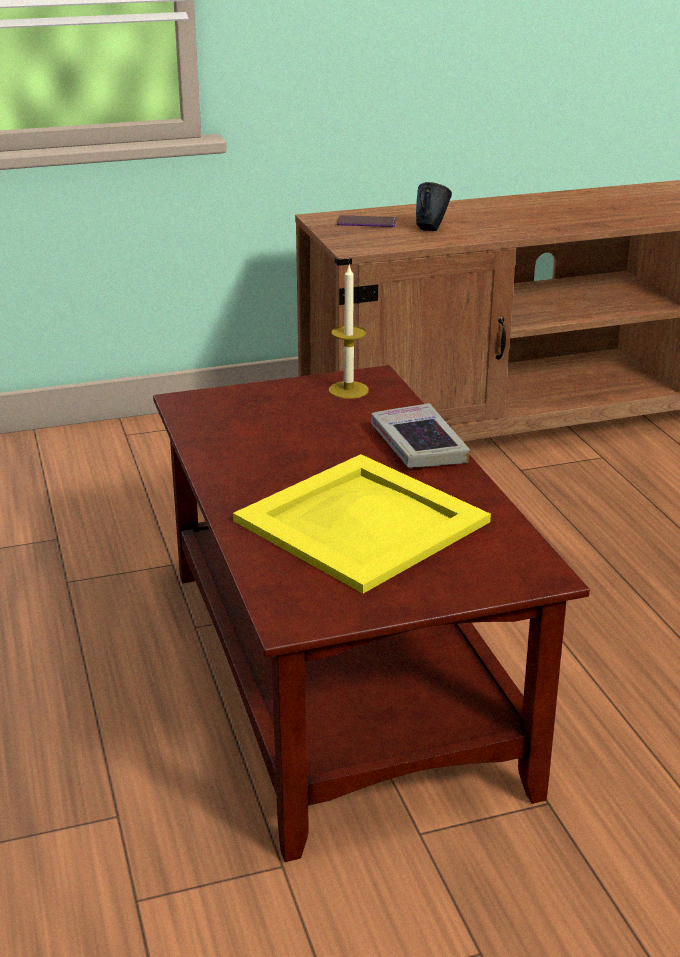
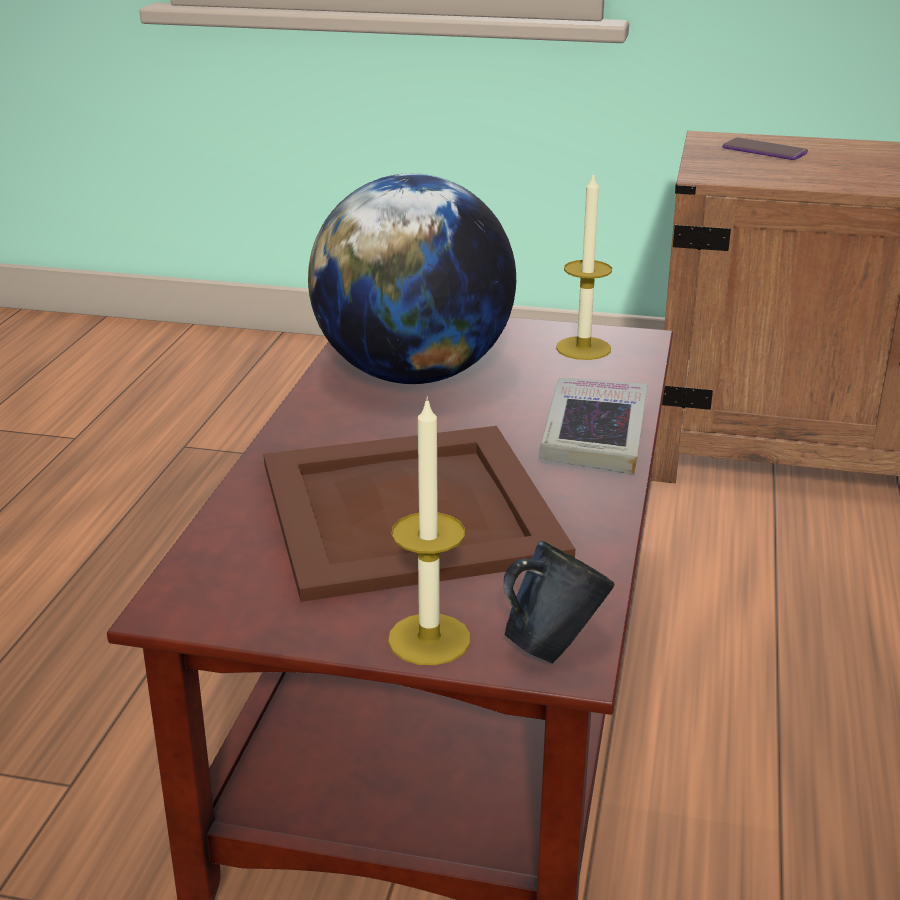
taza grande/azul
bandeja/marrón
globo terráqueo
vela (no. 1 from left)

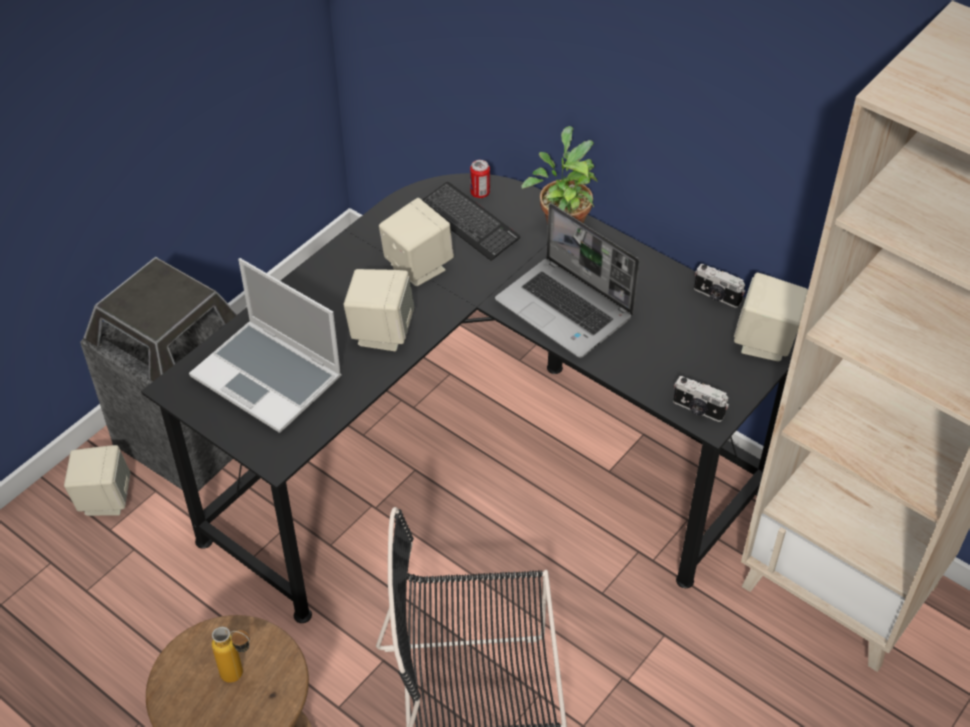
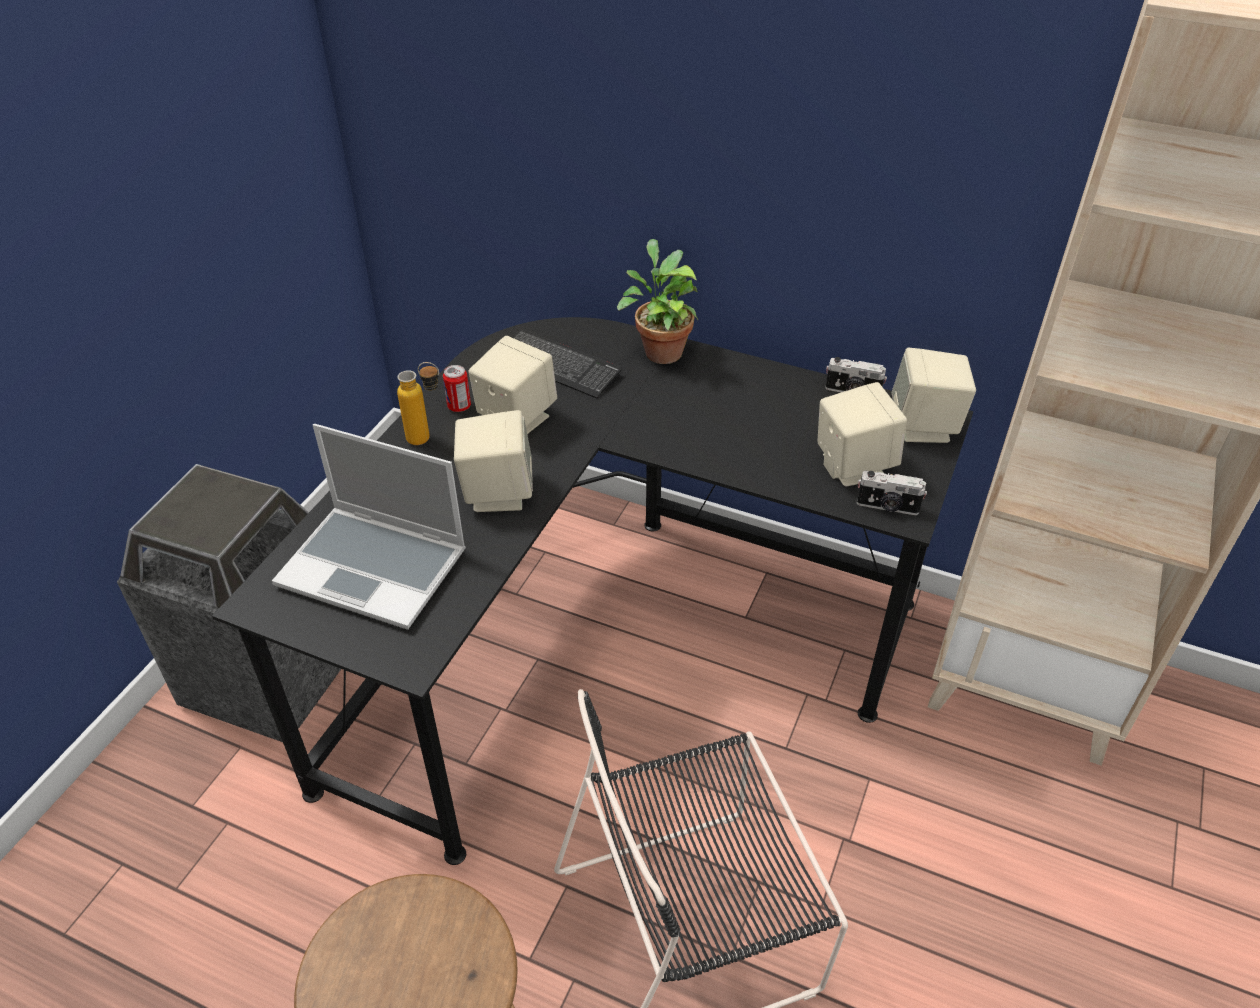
lata
portátil (no. 2 from left in the first image)
altavoz/beis (no. 3 from left)
botella

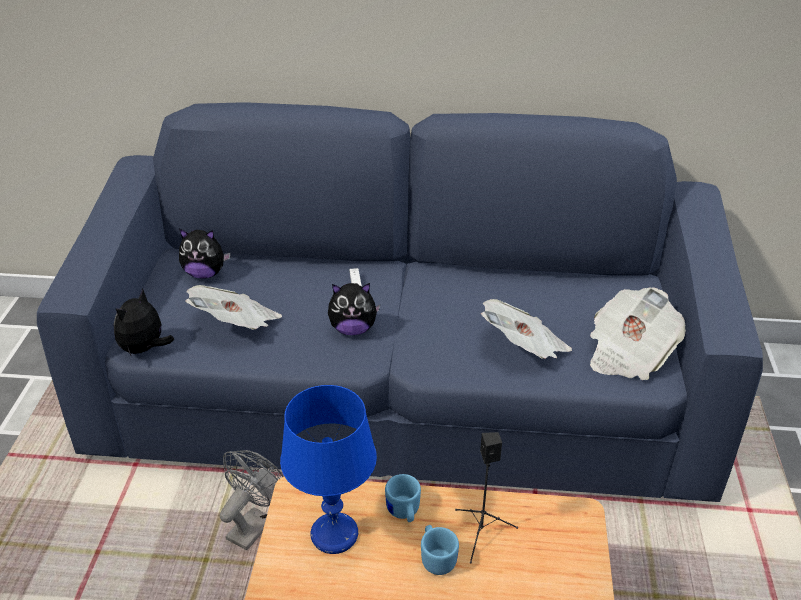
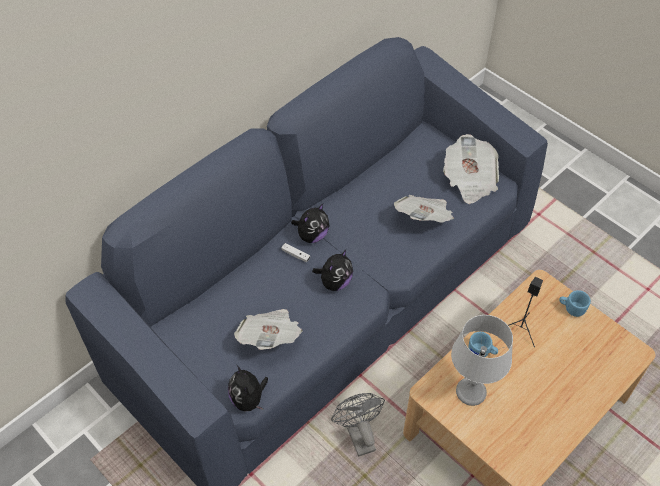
peluche (no. 2 from left)
lámpara de mesa/gris
taza grande/azul (no. 2 from left)

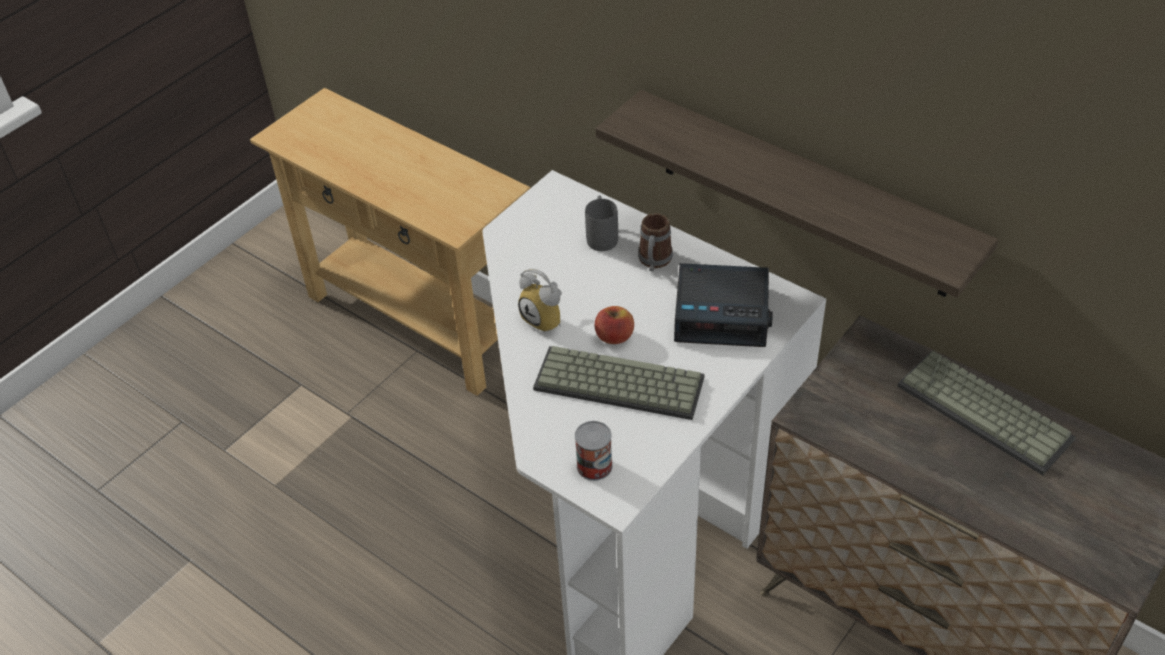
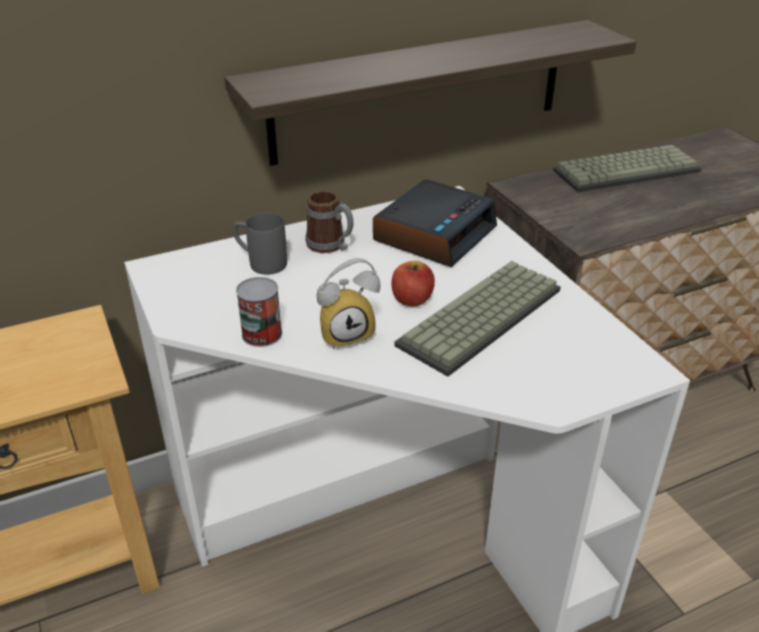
lata

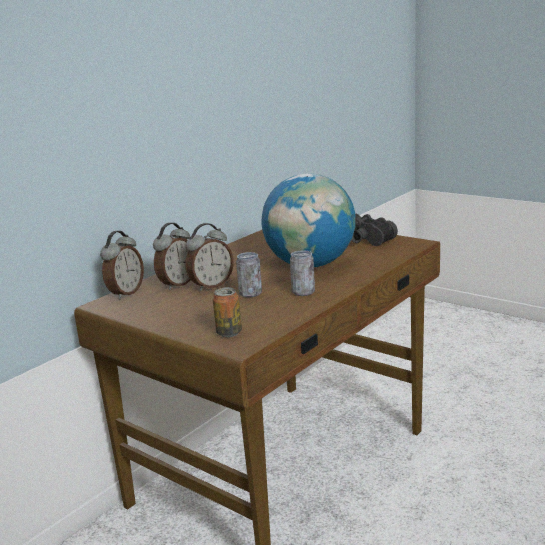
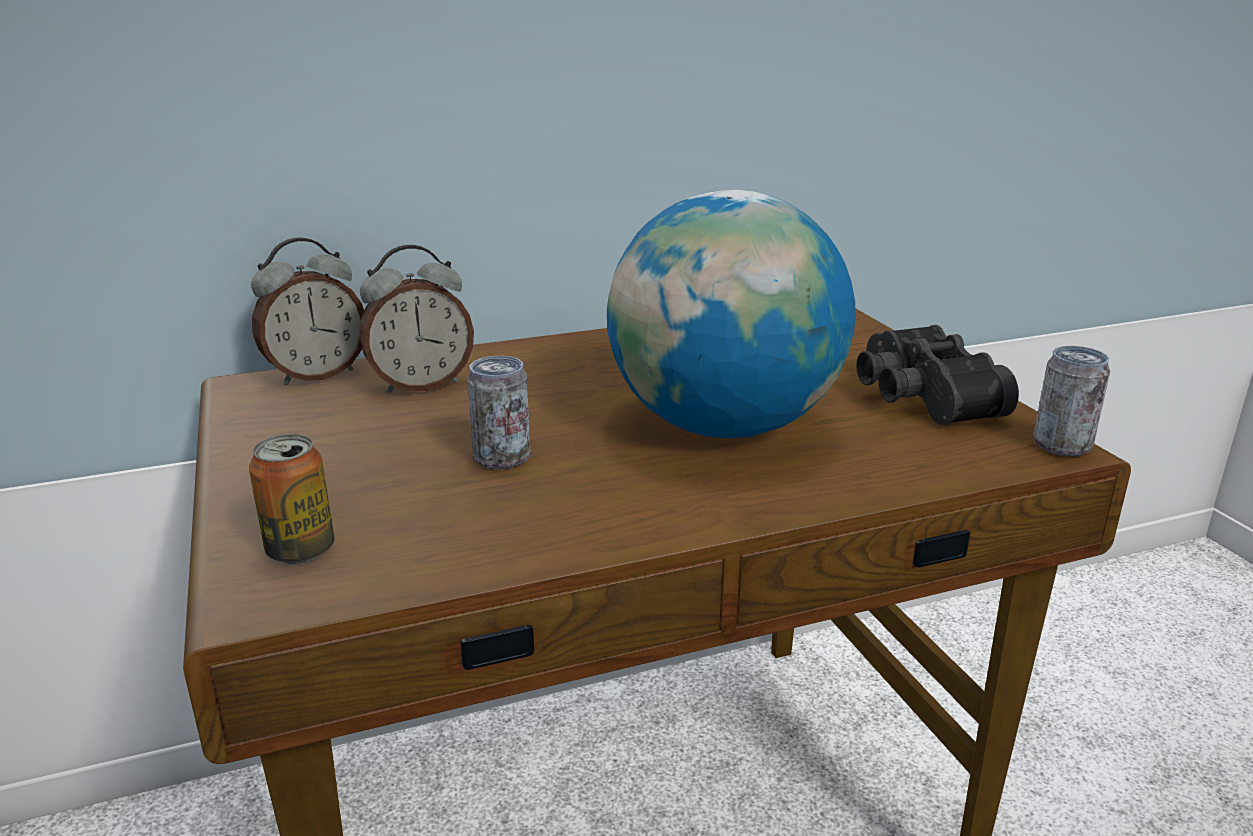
despertador (no. 3 from left in the first image)
lata (no. 3 from left)

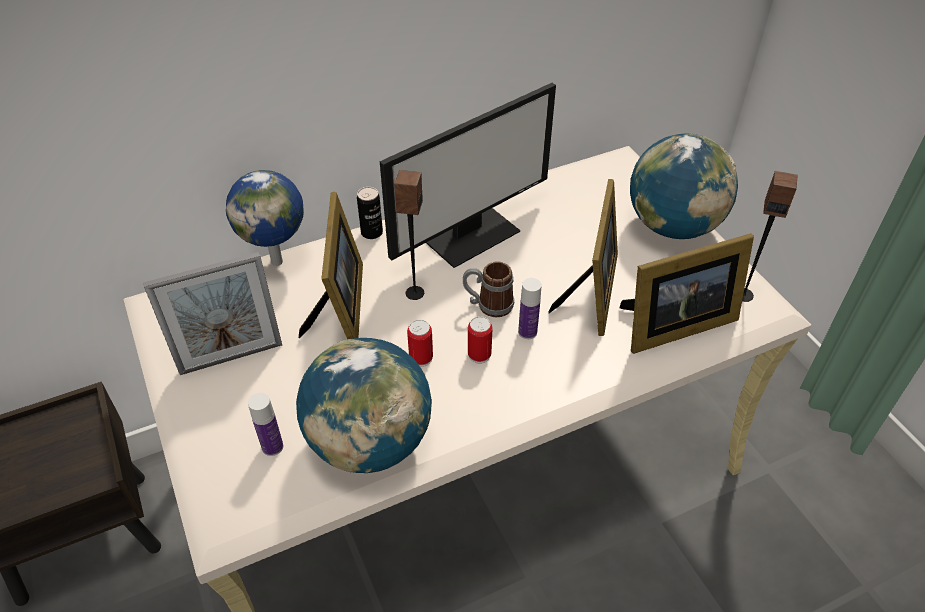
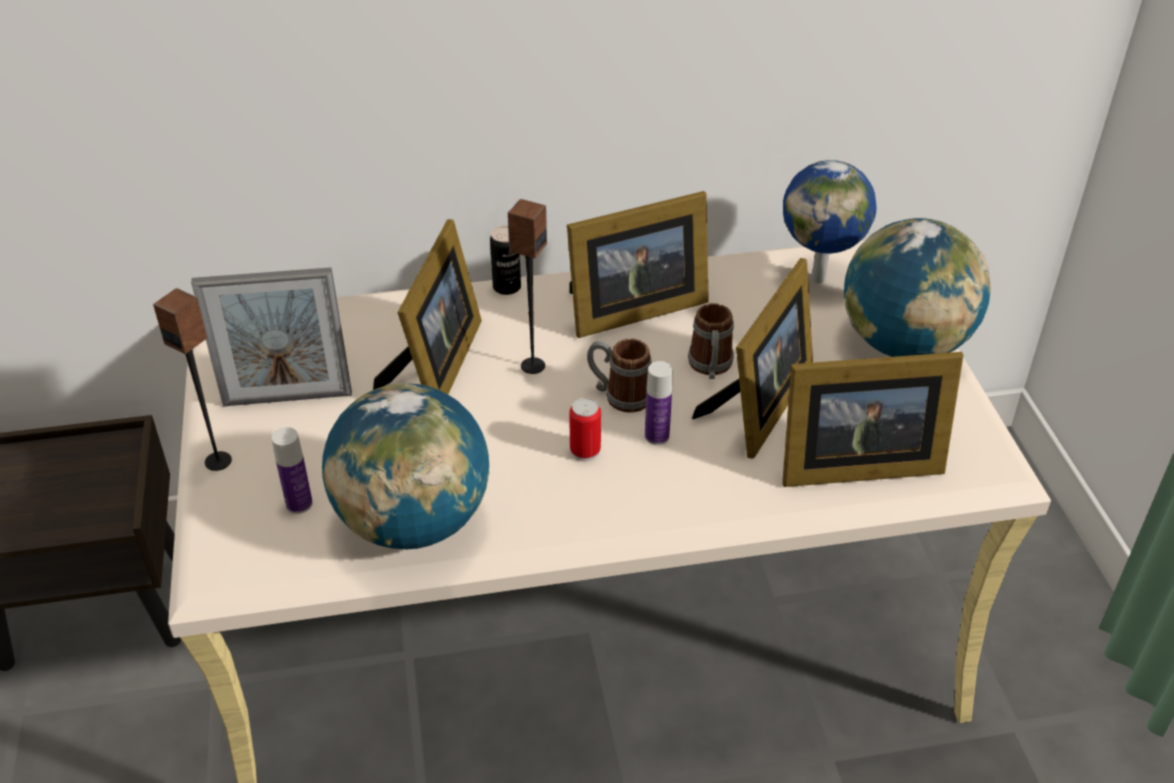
portarretratos (no. 3 from left)
globo terráqueo (no. 2 from left)
altavoz (no. 1 from left)
lata (no. 2 from left in the first image)
taza grande (no. 2 from left)

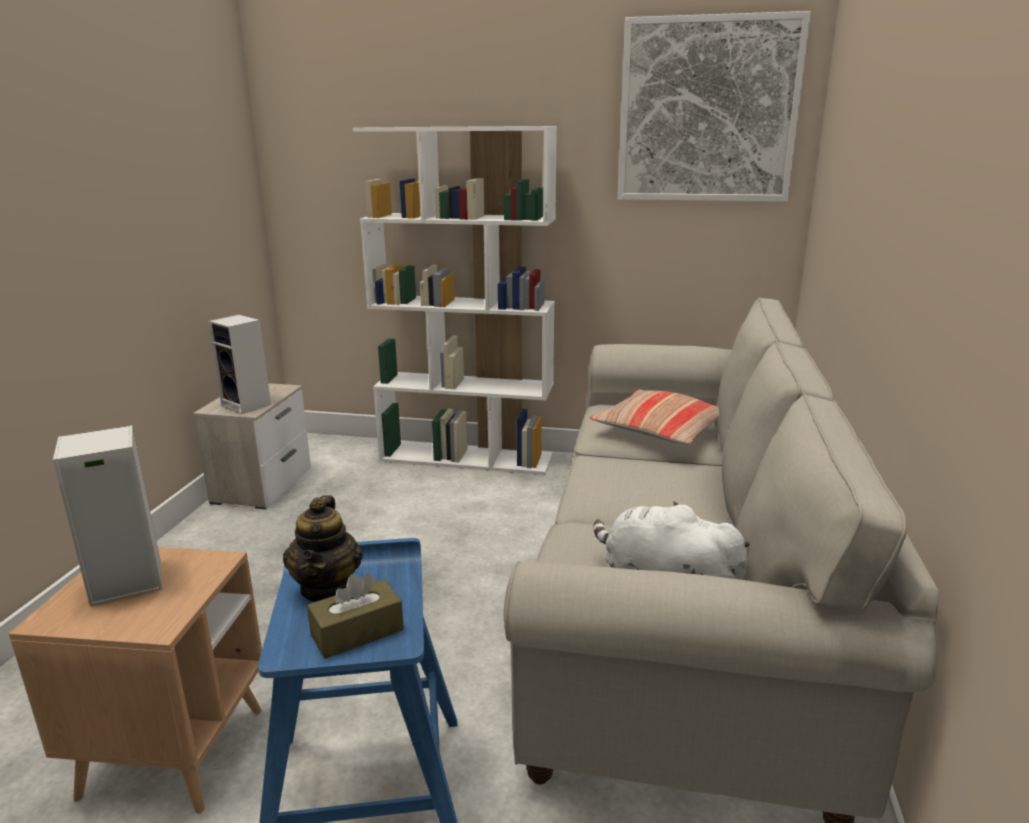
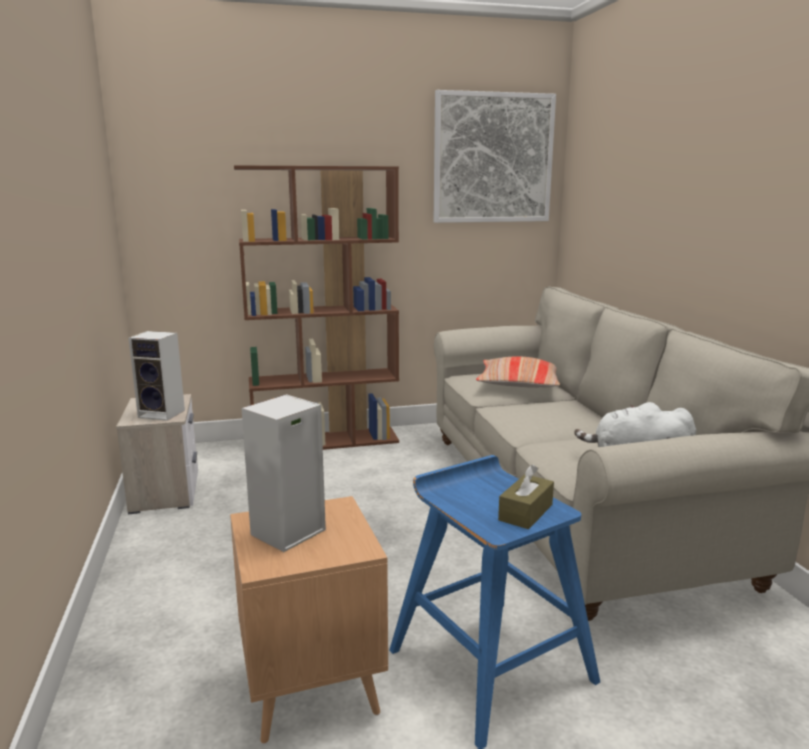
estantería/marrón
tetera

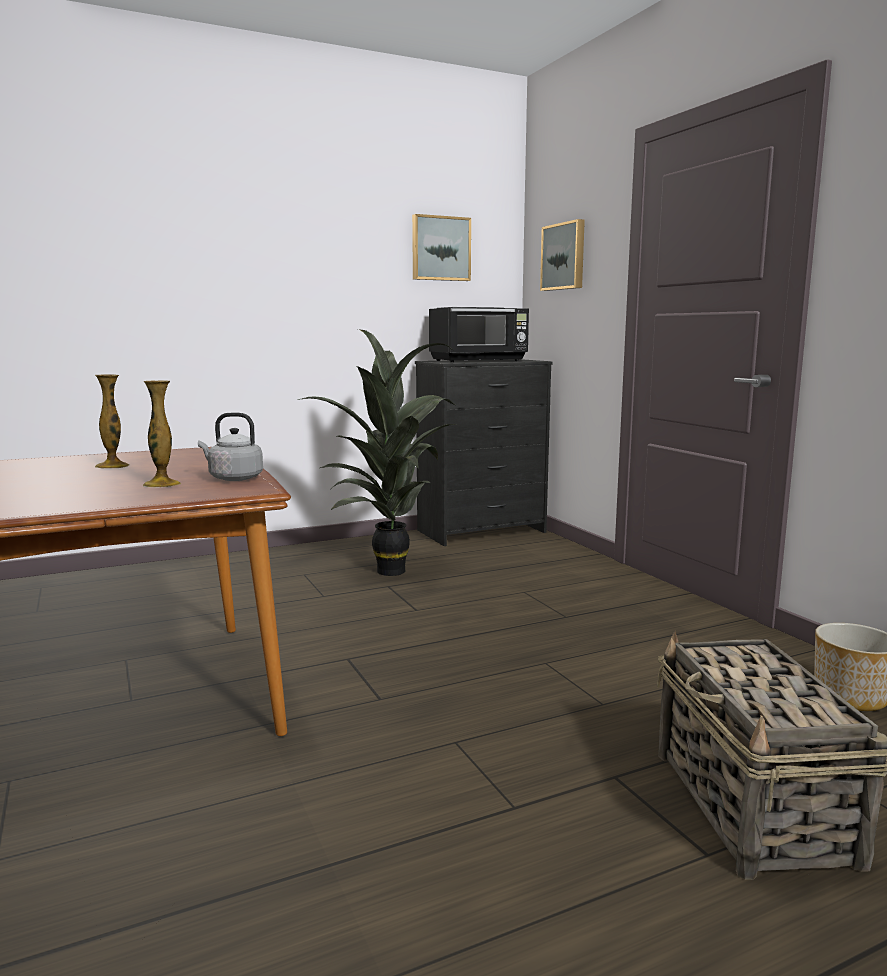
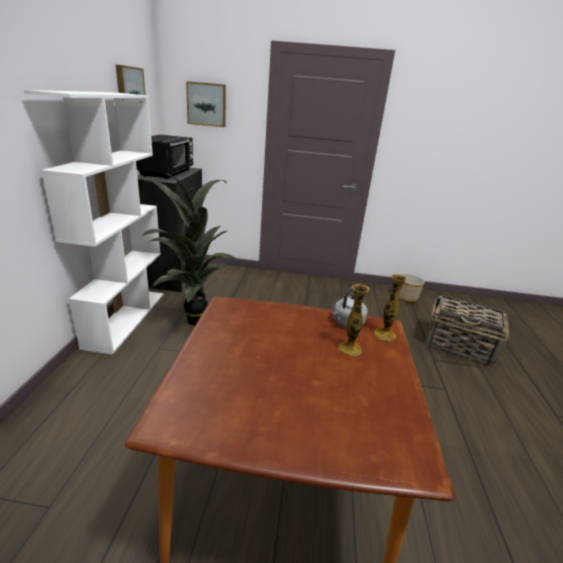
florero (no. 2 from left)
estantería/blanco

